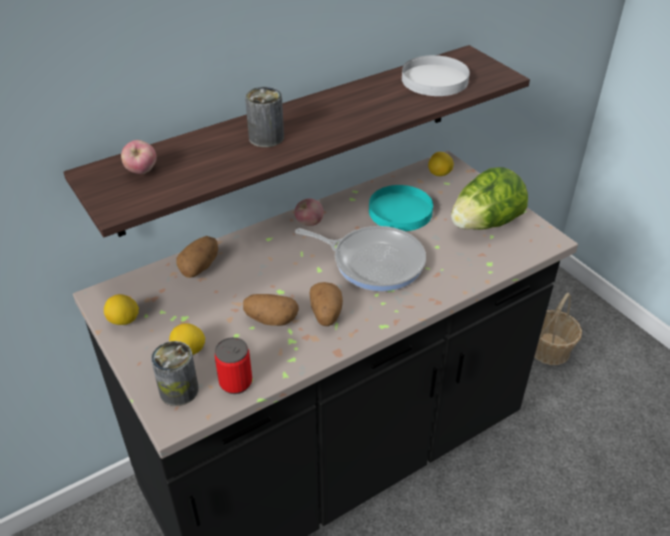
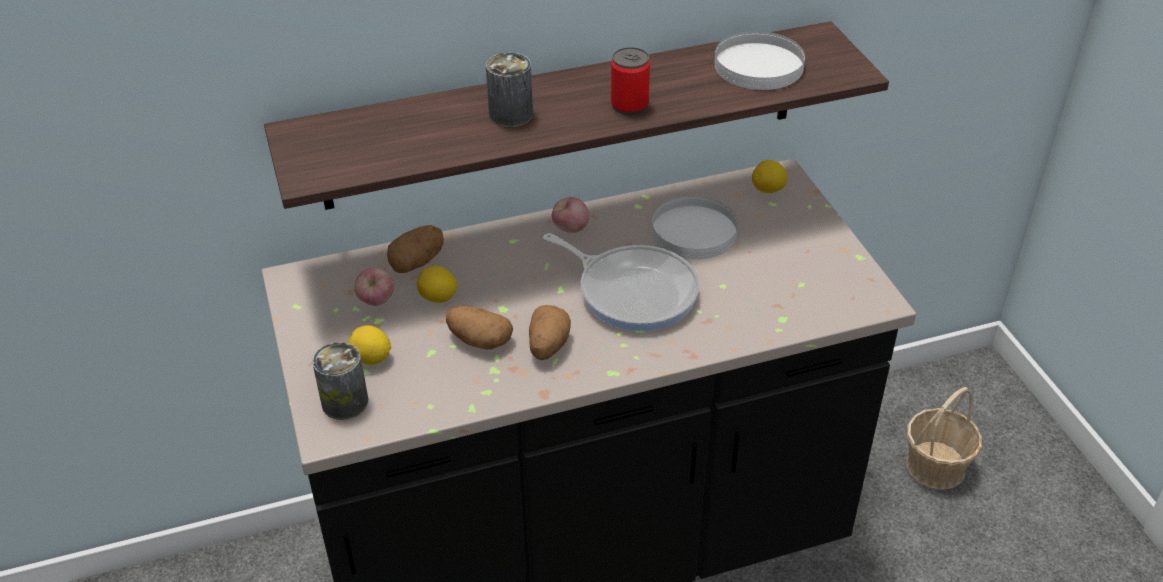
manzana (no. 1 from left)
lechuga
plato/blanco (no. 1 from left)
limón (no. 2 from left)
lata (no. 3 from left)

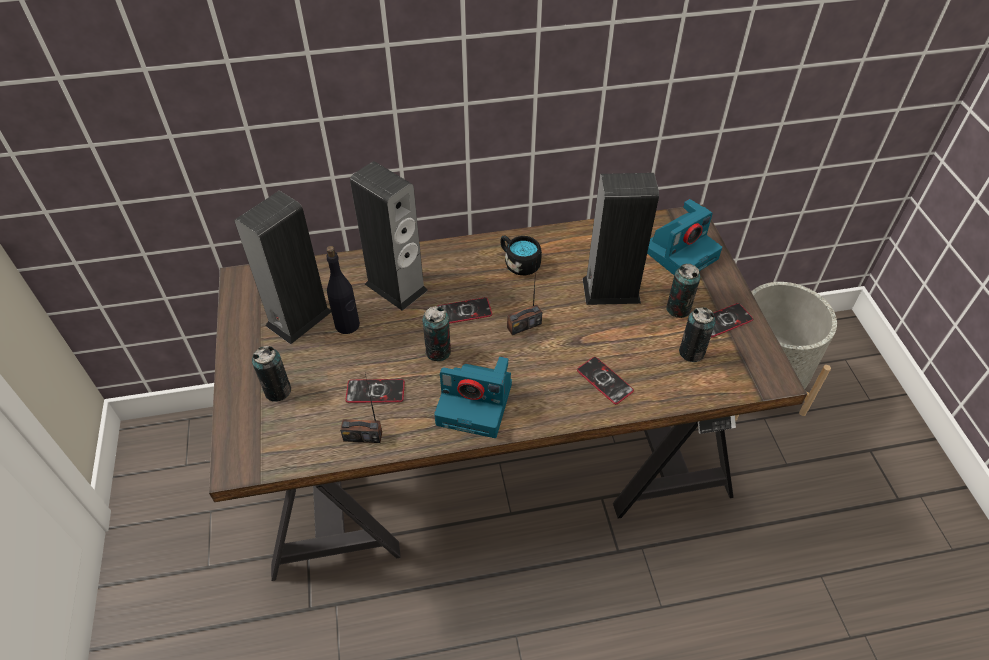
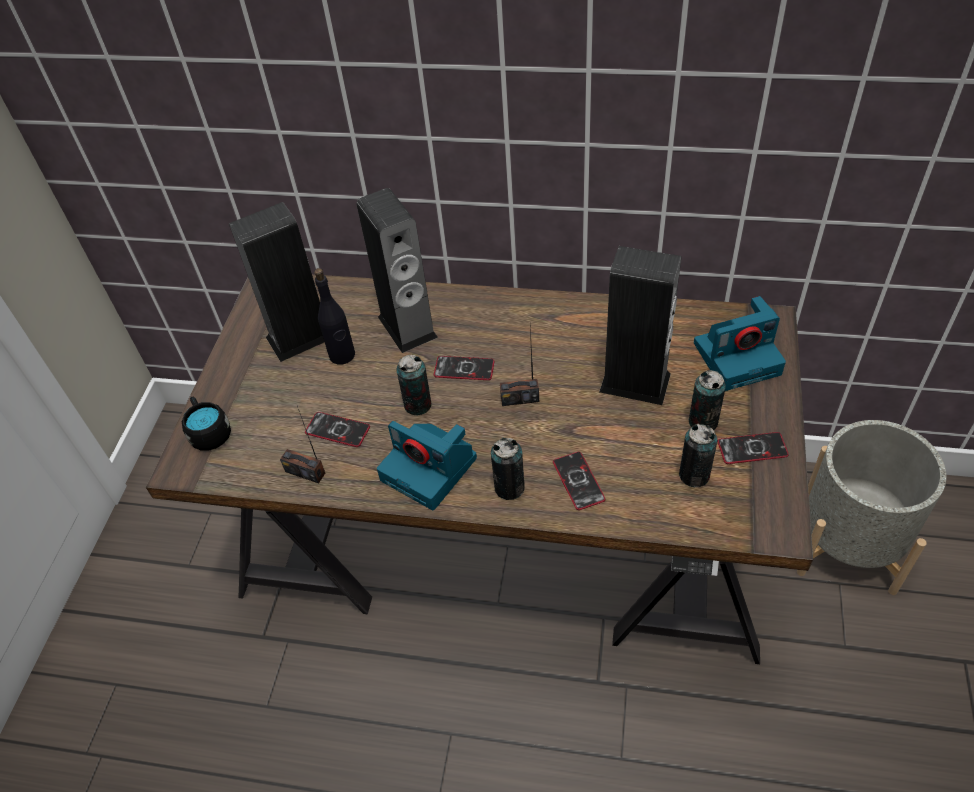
taza grande/negro
lata (no. 2 from left)

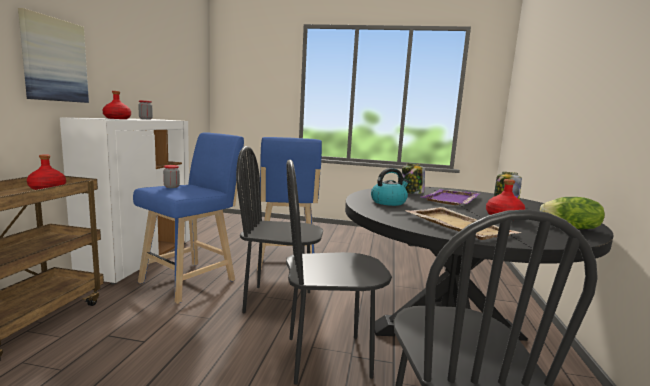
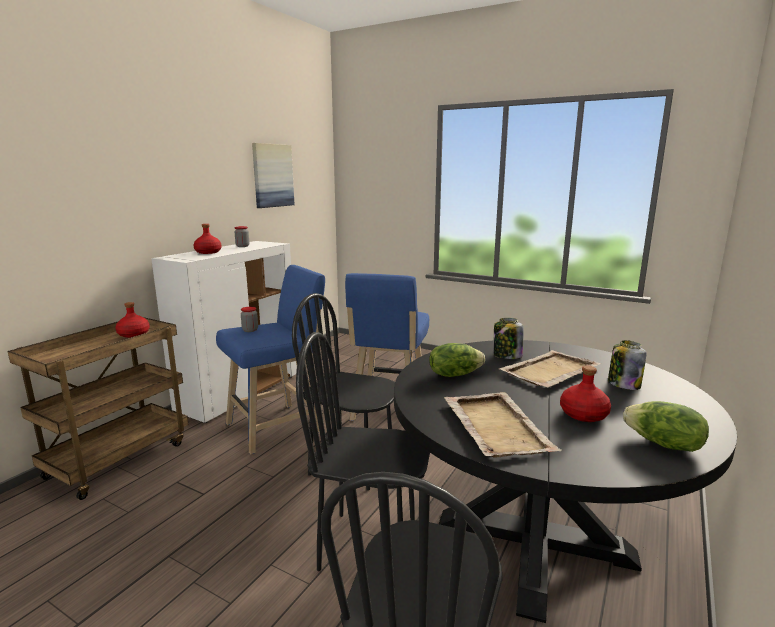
cuadro
lechuga (no. 1 from left)
bandeja/beis (no. 2 from left)

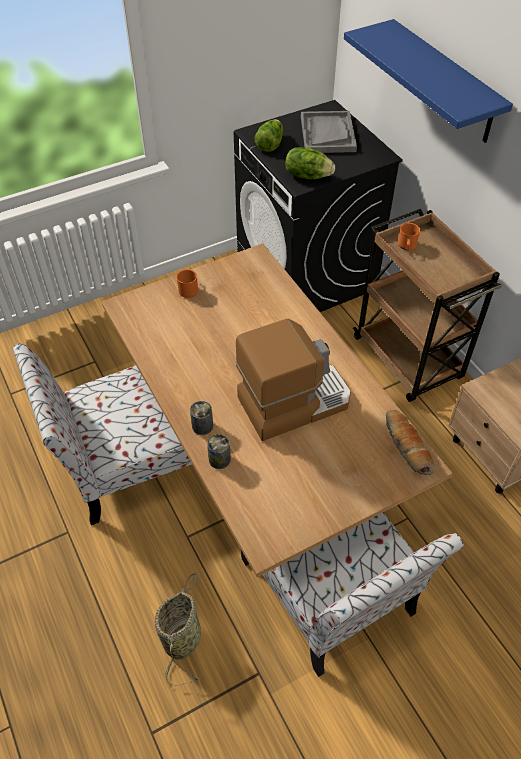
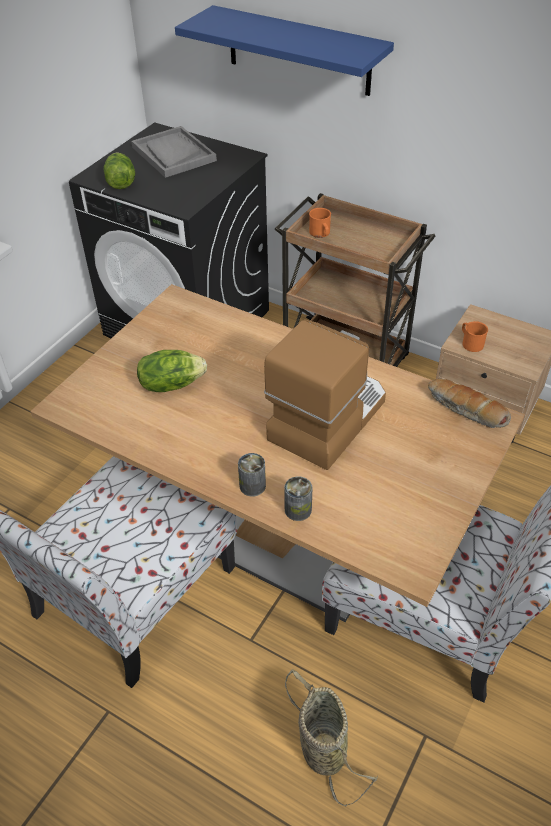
lechuga (no. 2 from left)
taza grande/naranja (no. 2 from left)

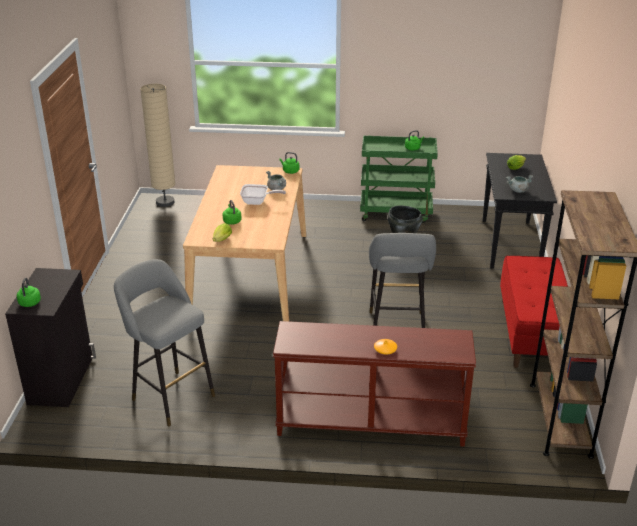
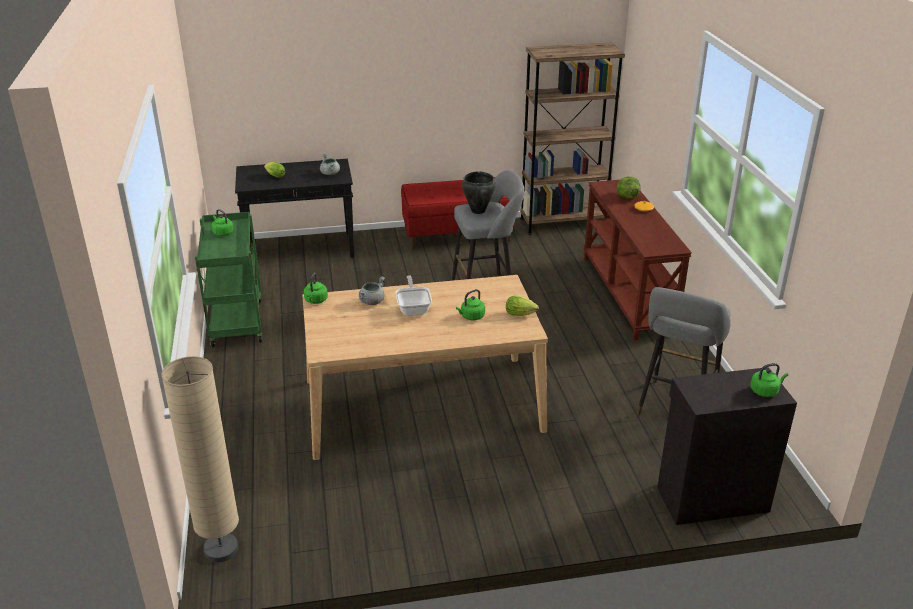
lechuga (no. 3 from left)

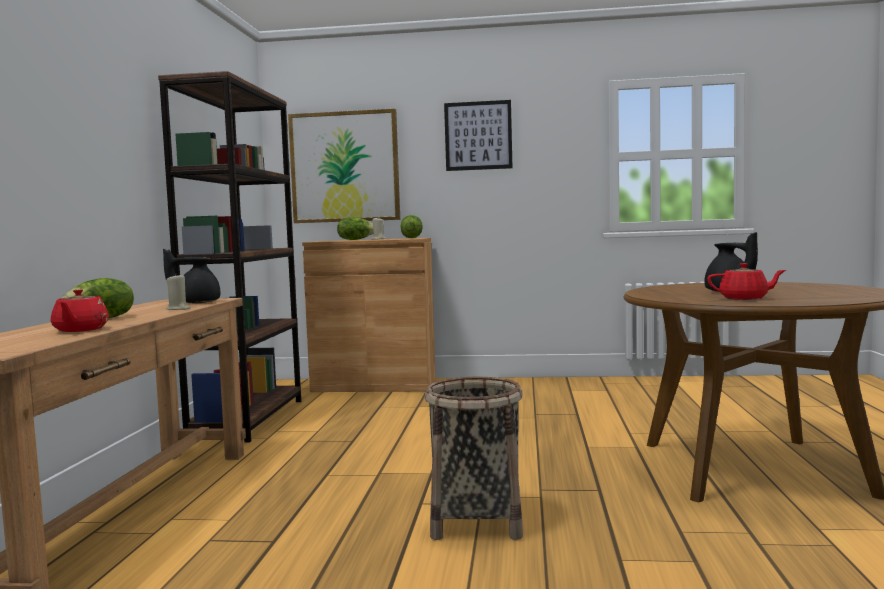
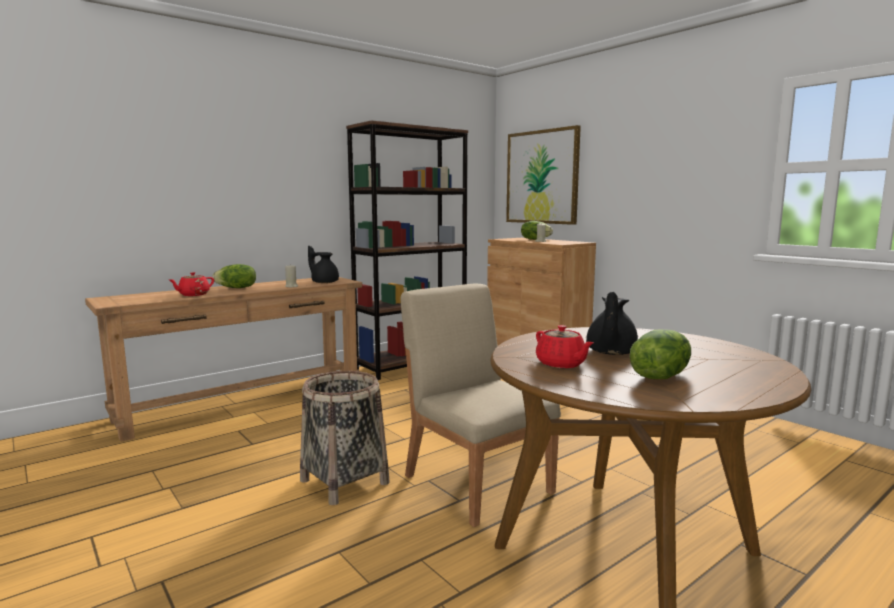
cuadro (no. 2 from left in the first image)
lechuga (no. 3 from left)
silla/beis

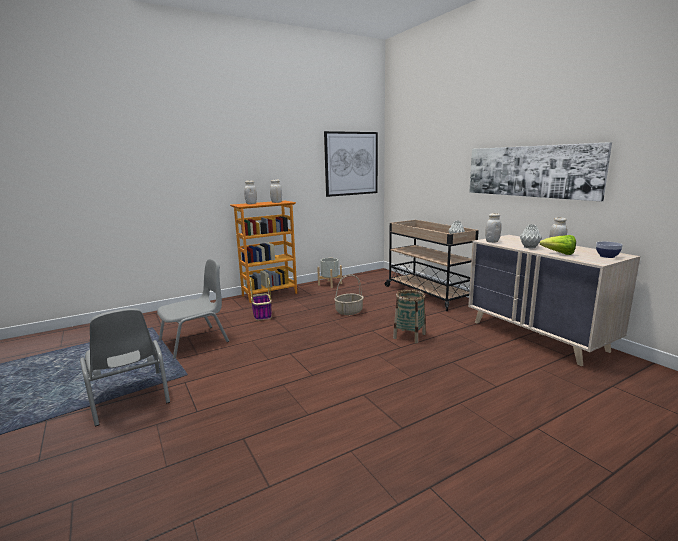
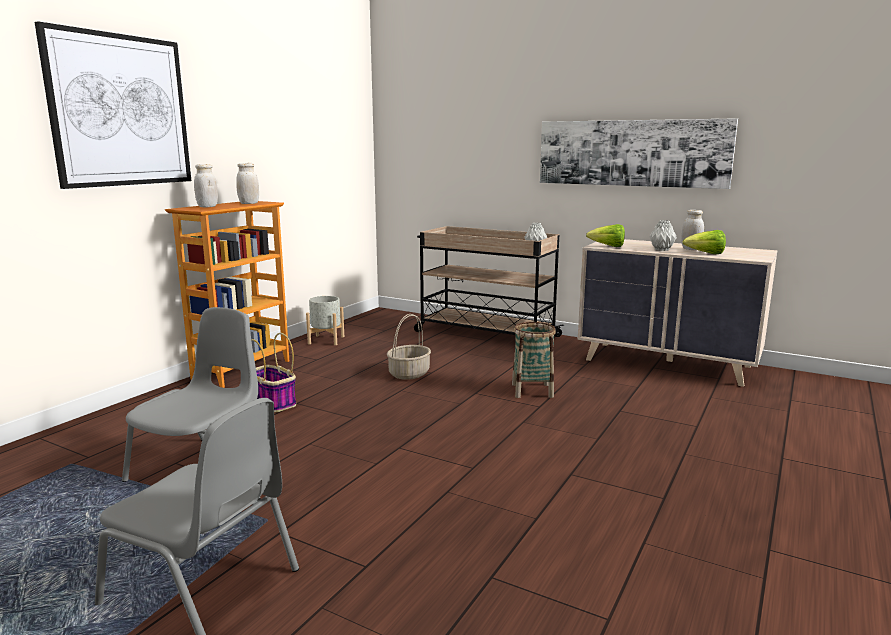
cuadro (no. 1 from left)
lechuga (no. 1 from left)
cuenco

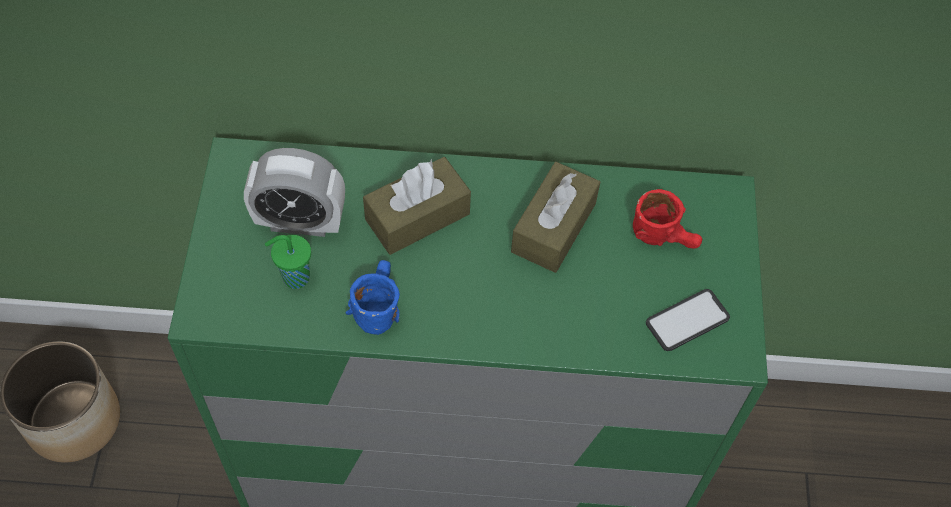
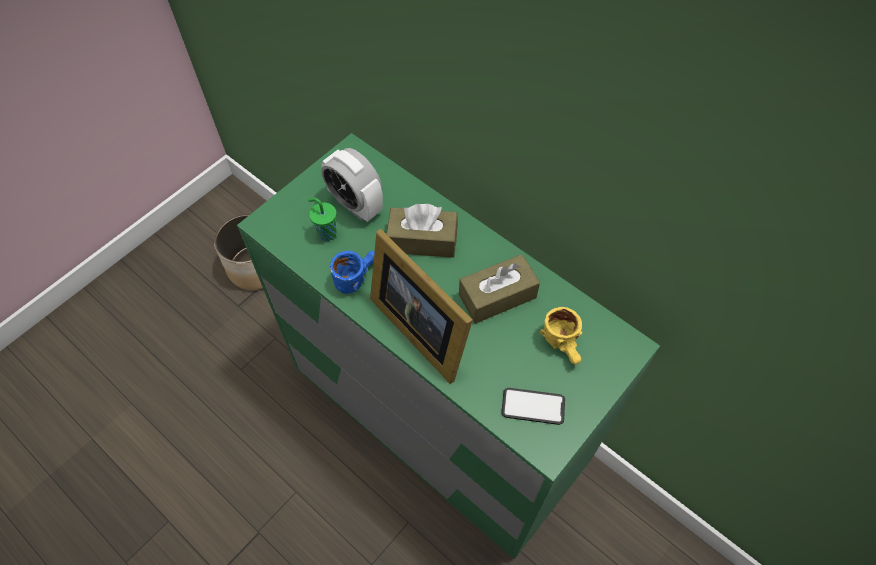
taza grande/amarillo
portarretratos

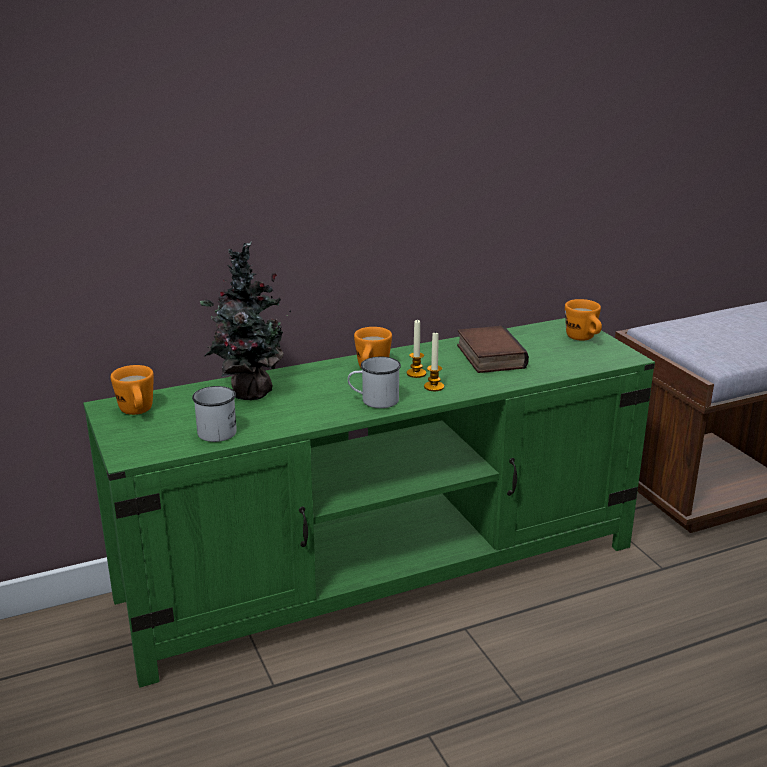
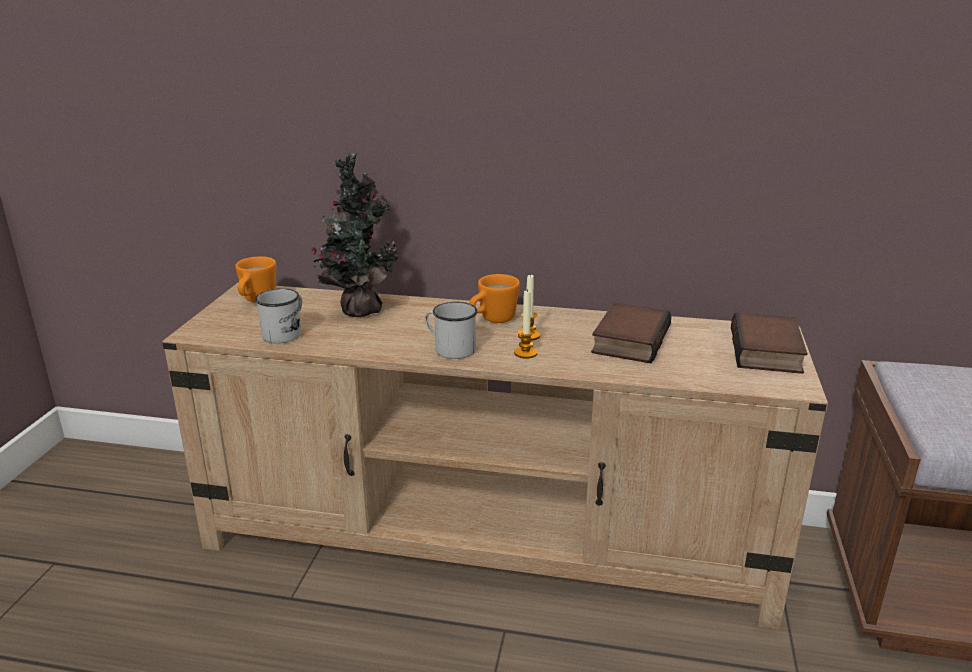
libro (no. 2 from left)
mueble de televisión/beis

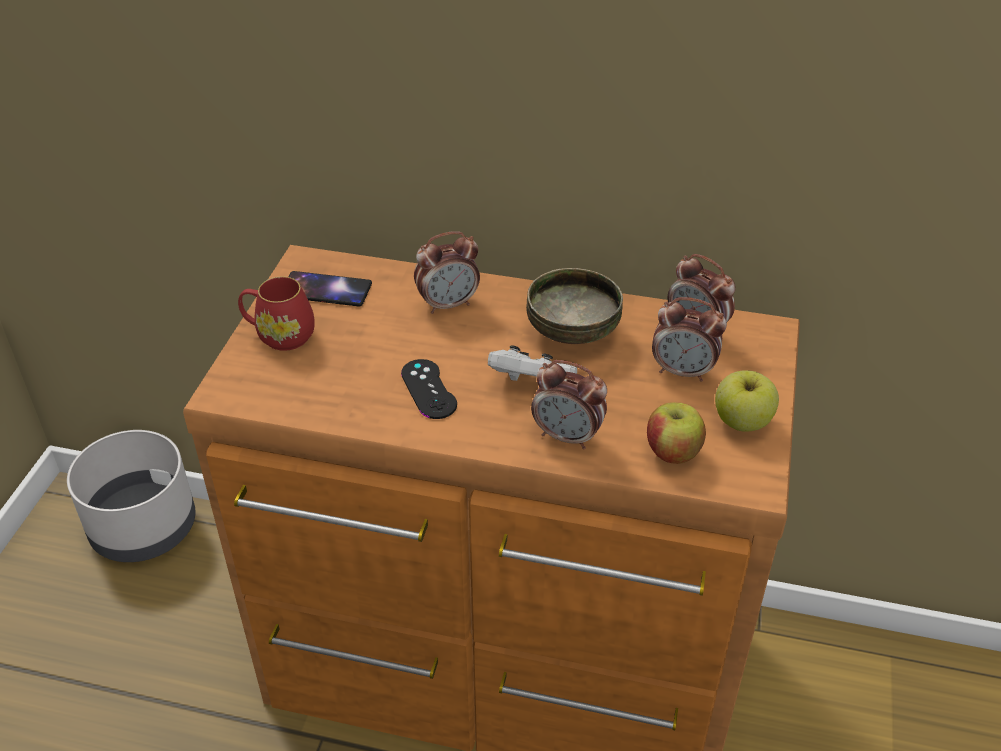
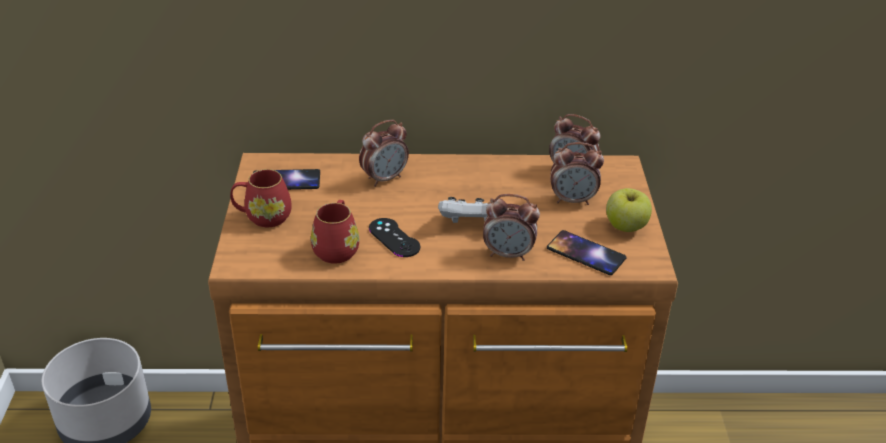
cuenco
móvil (no. 2 from left)
taza grande/rojo (no. 2 from left)

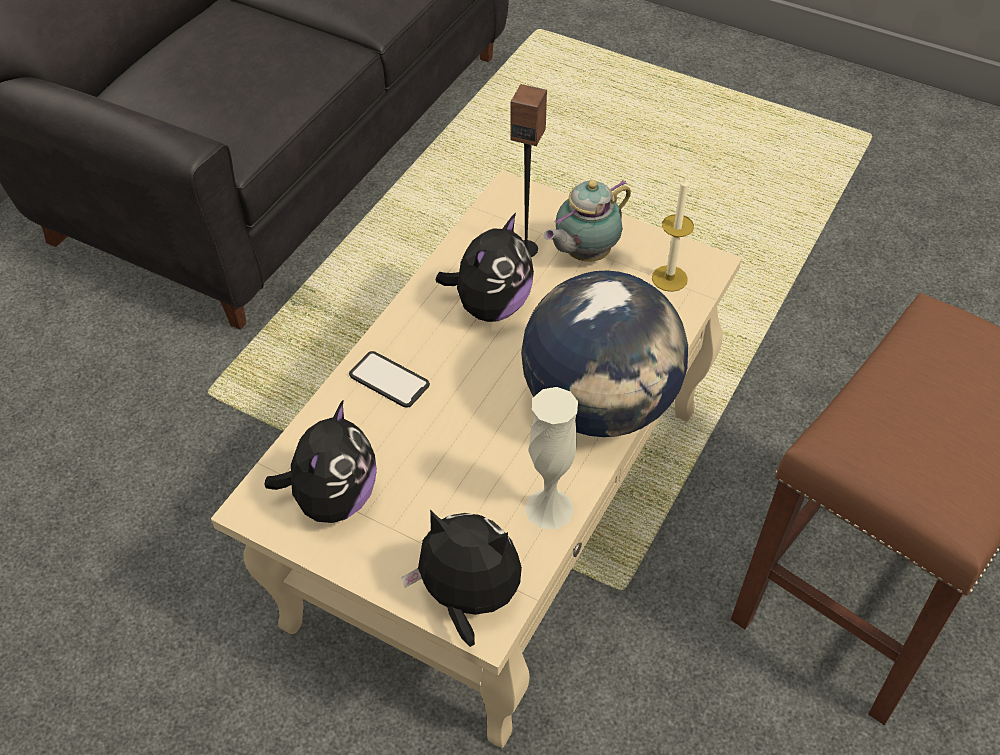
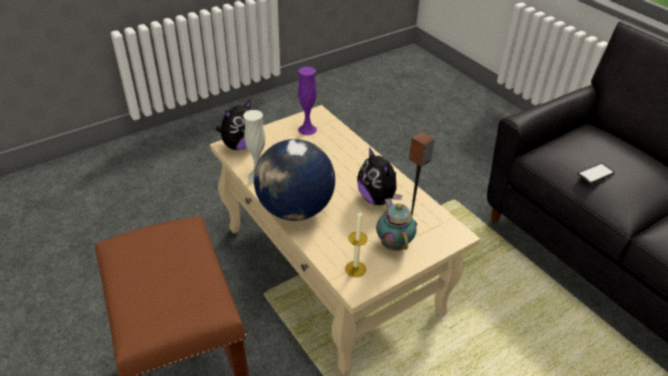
móvil
florero/morado

